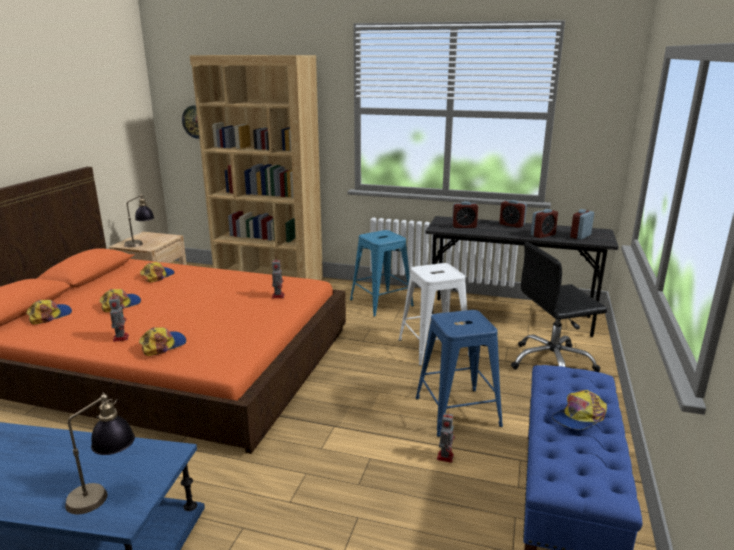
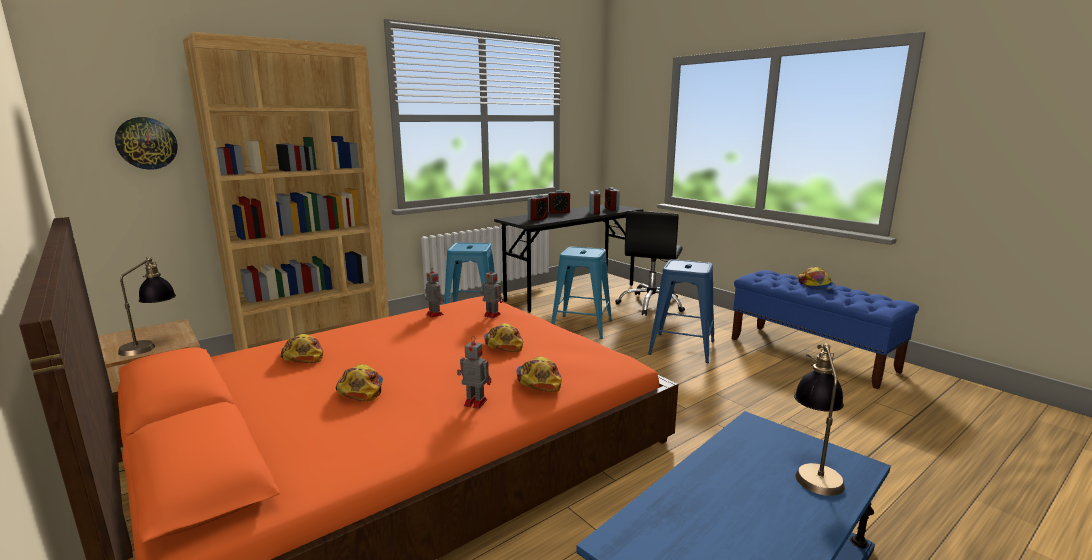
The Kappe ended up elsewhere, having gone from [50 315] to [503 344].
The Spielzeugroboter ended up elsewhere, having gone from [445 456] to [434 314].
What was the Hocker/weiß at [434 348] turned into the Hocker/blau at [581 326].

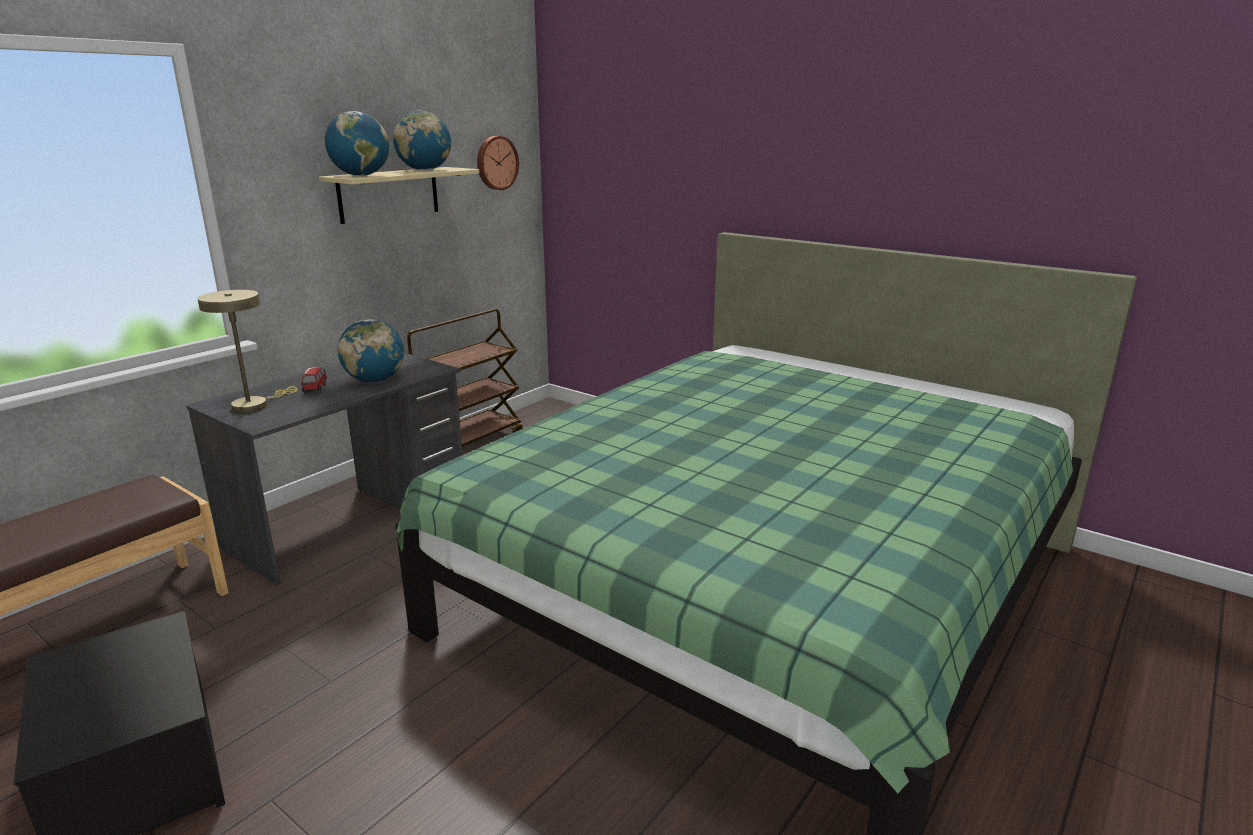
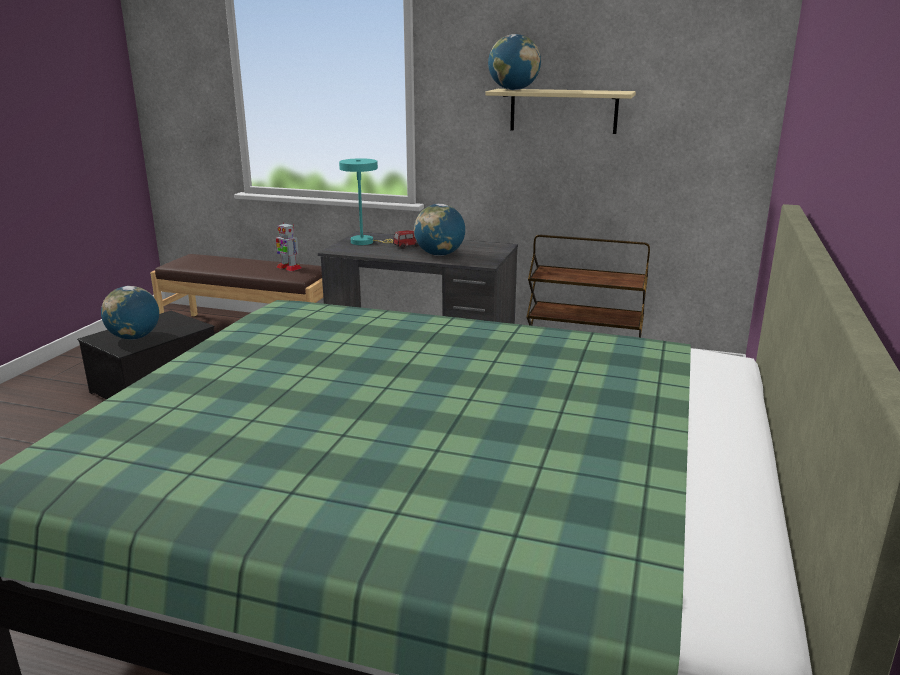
The second view lost the Wanduhr at [496 163].
The second view gained the Spielzeugroboter at [288 267].
The Globus ended up elsewhere, having gone from [425 170] to [134 337].
What was the Tischlampe/beige at [254 405] turned into the Tischlampe/türkis at [366 242].

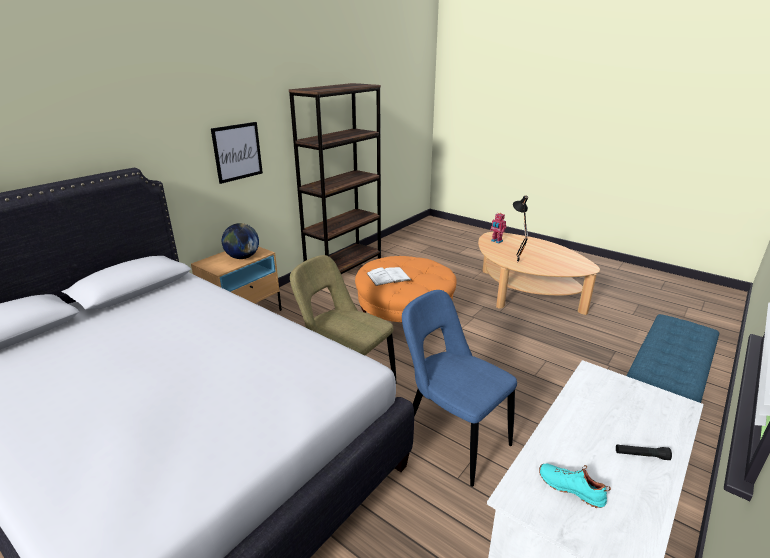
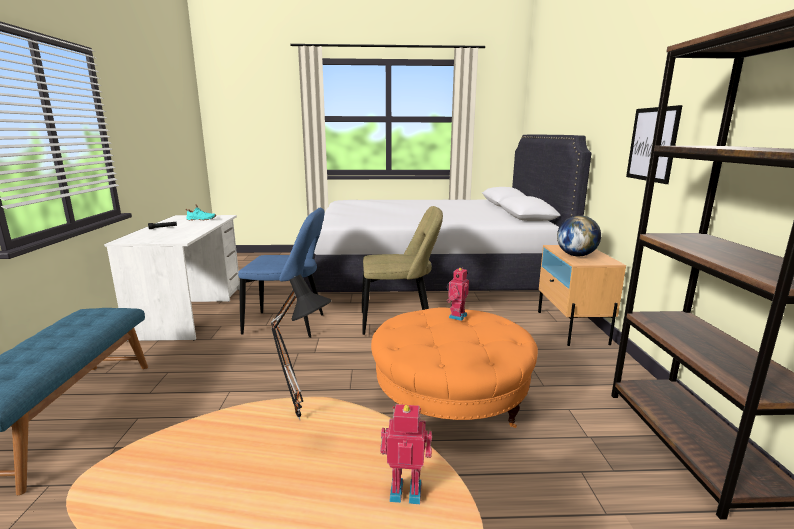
Where the Buch/weiß stood at [388 276], the Spielzeugroboter came to stand at [456 316].

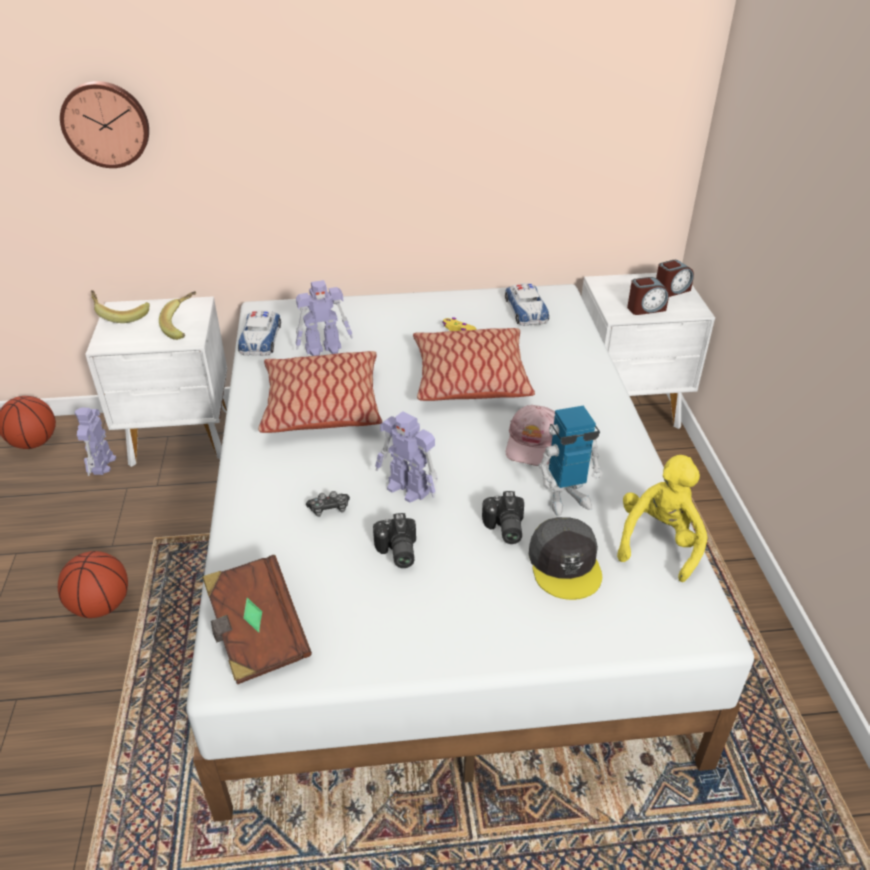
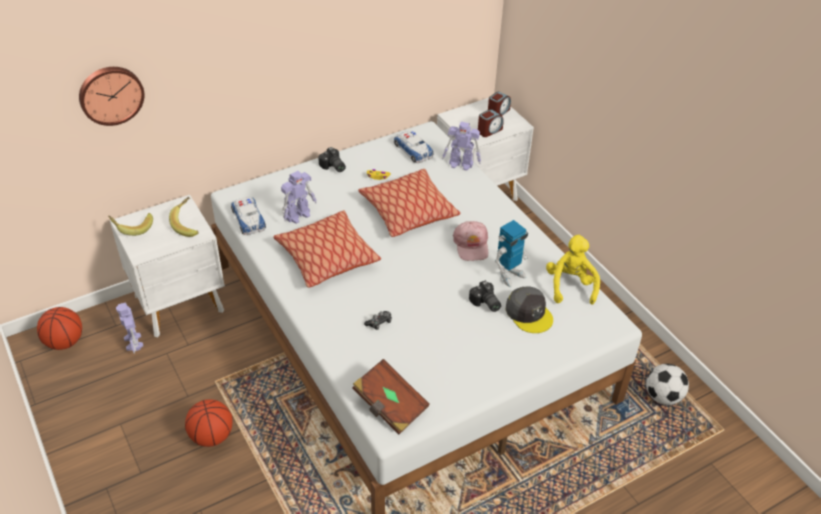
The second view gained the Fußball at [662 396].
The Kamera ended up elsewhere, having gone from [396 552] to [333 167].
The Spielzeugroboter ended up elsewhere, having gone from [408 489] to [461 164].

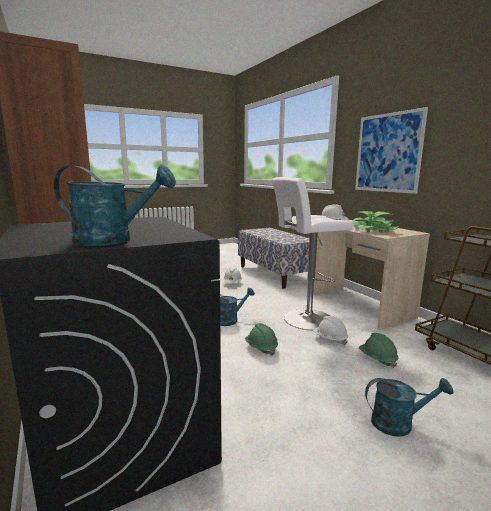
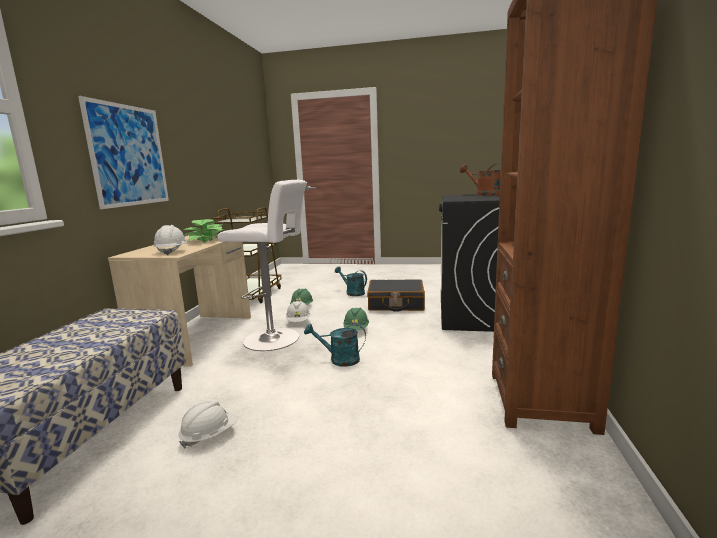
The second view gained the Koffer/schwarz at [396 304].
What was the Gießkanne/türkis at [113 240] turned into the Gießkanne/braun at [484 194].

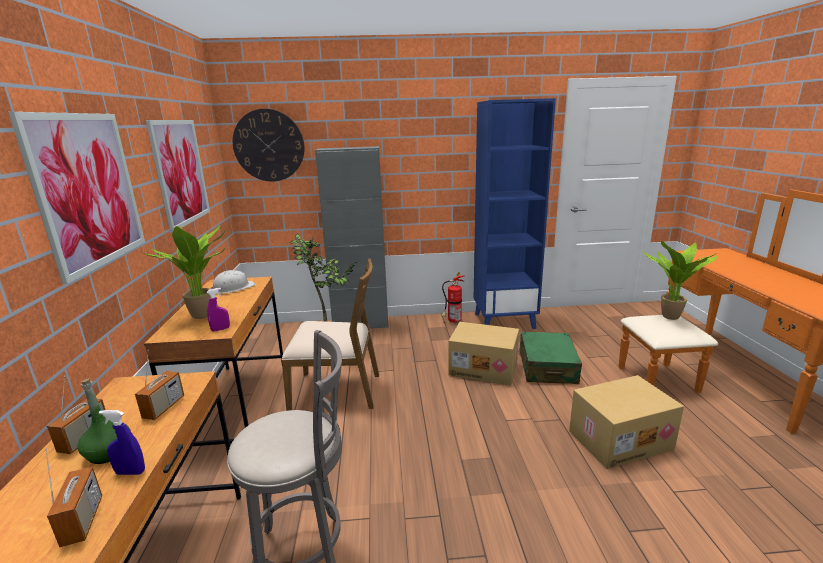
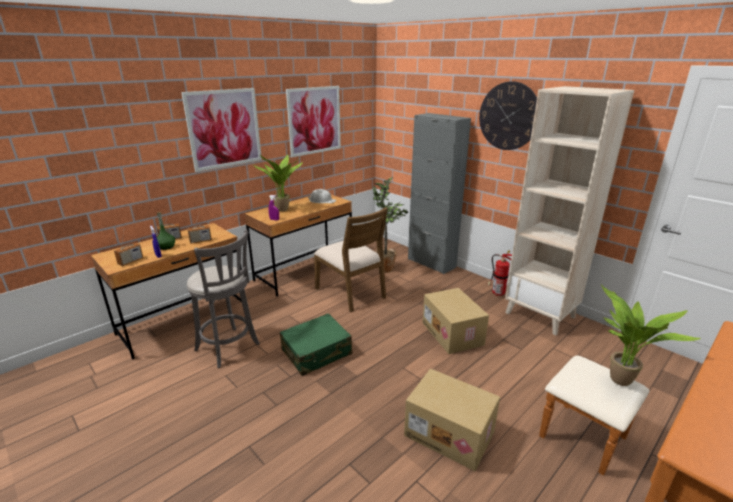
The Wanduhr ended up elsewhere, having gone from [269 145] to [508 116].
The Koffer/grün ended up elsewhere, having gone from [547 367] to [317 352].
What was the Bücherregal/blau at [504 321] turned into the Bücherregal/beige at [540 315].

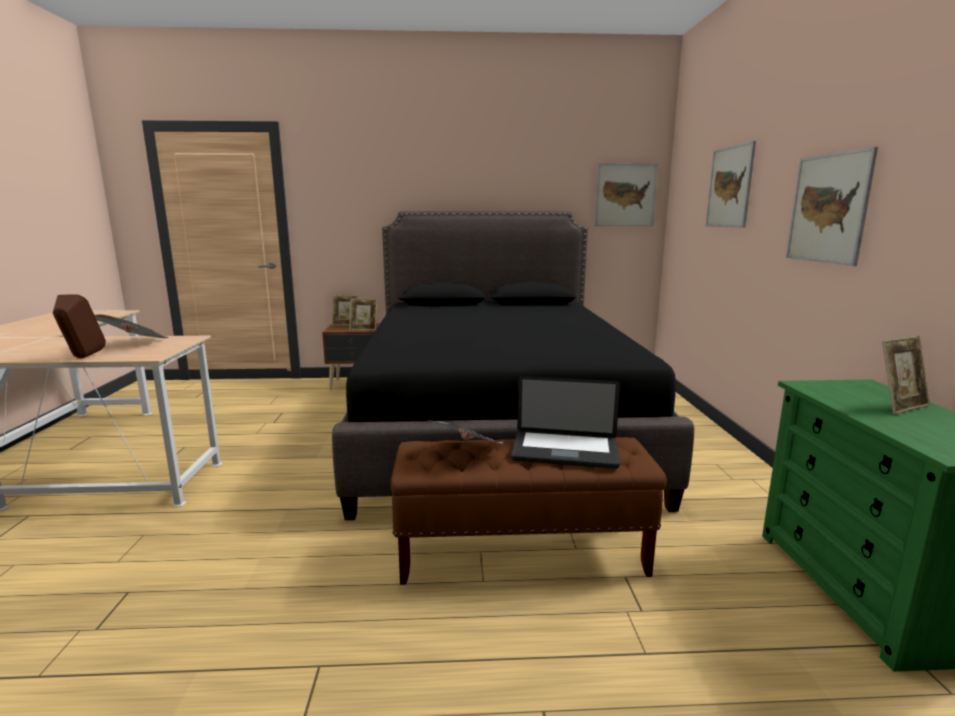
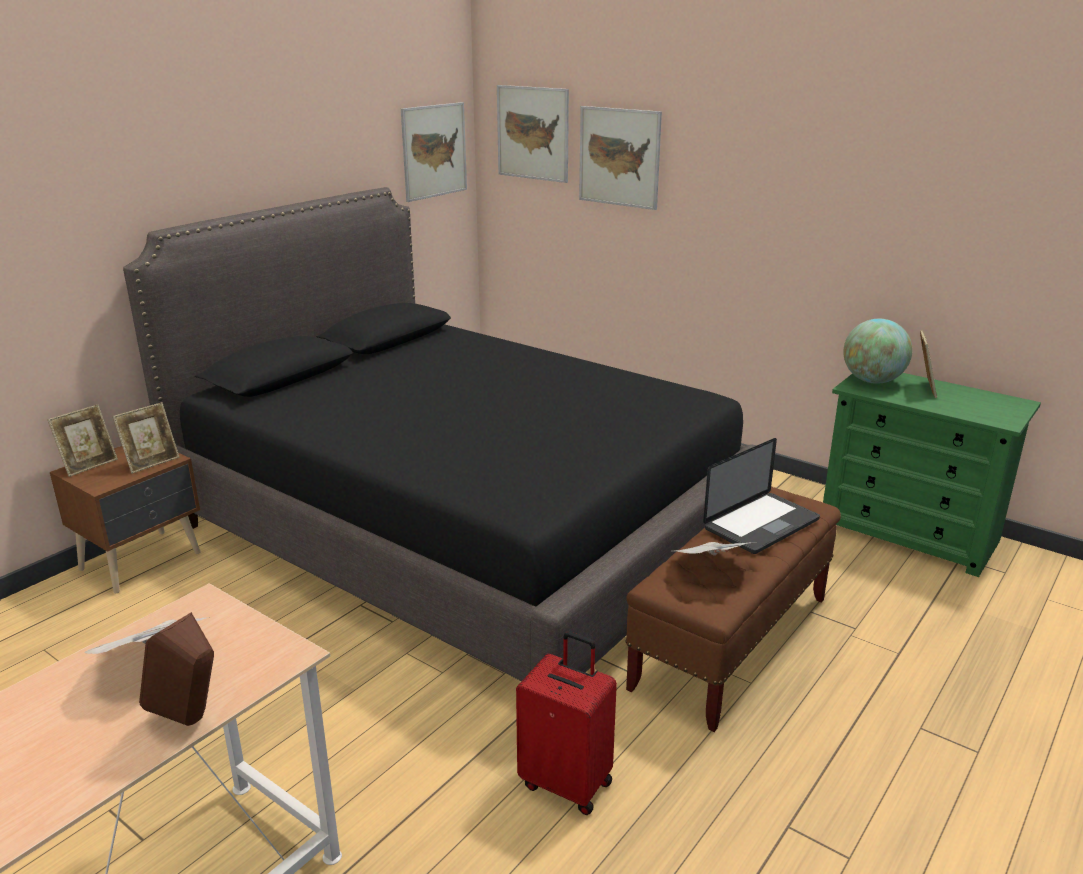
The second view gained the Koffer/rot at [567 783].
The second view gained the Globus at [872 381].
The Bild ended up elsewhere, having gone from [828 208] to [532 133].

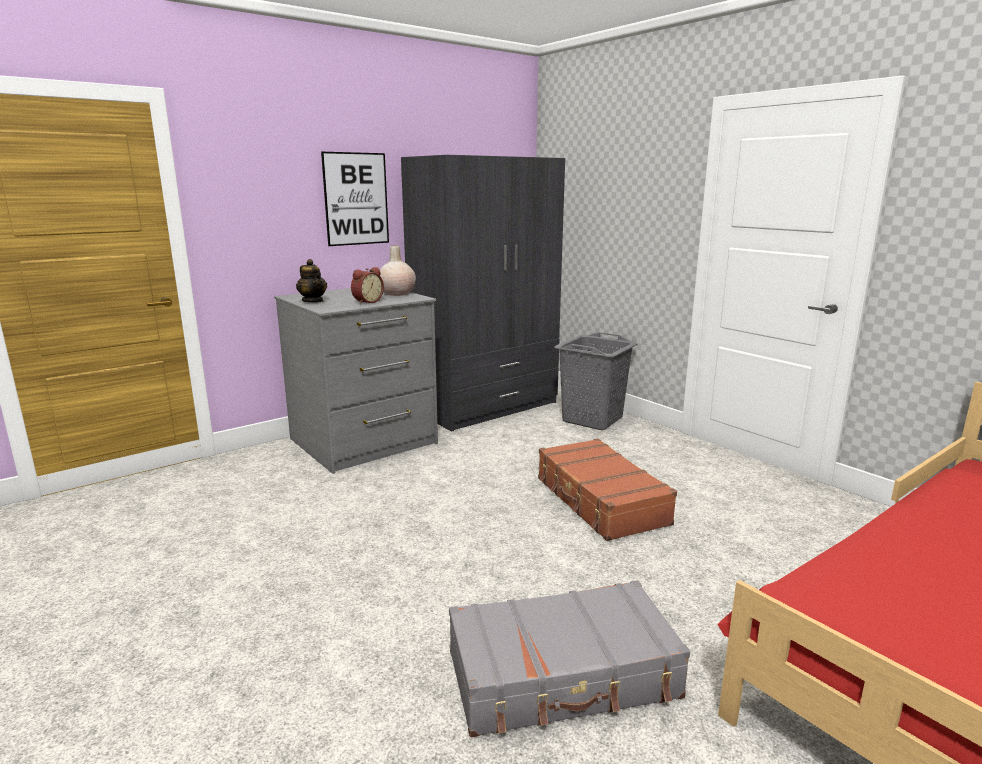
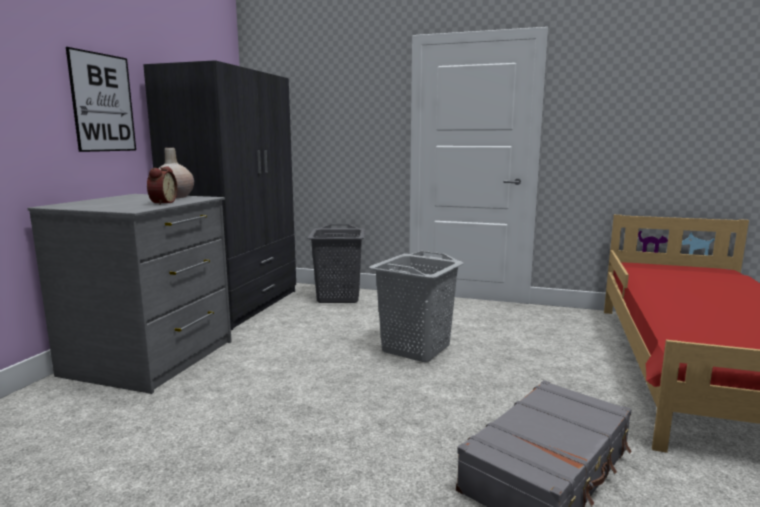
The second view lost the Teekanne at [313 301].
Where the Koffer/braun stood at [600 501], the Wäschekorb/grau came to stand at [416 348].

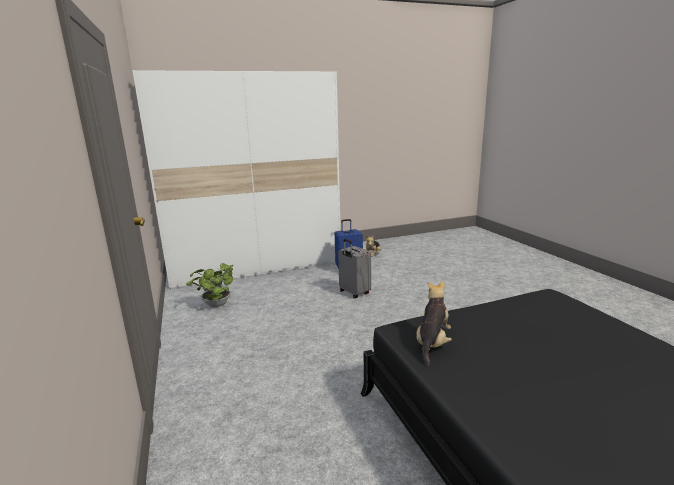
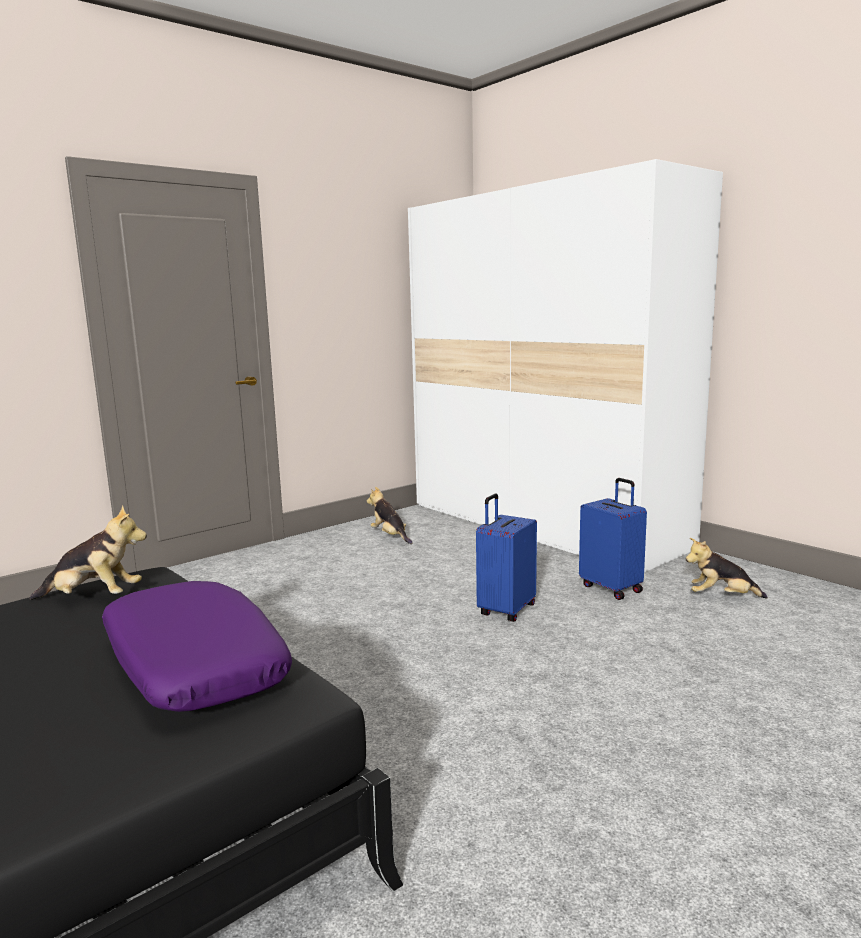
The second view gained the Kissen/lila at [192 664].
Where the Topfpflanze stood at [215 305], the Plüschtier came to stand at [390 536].
What was the Koffer/grau at [354 293] turned into the Koffer/blau at [505 610].

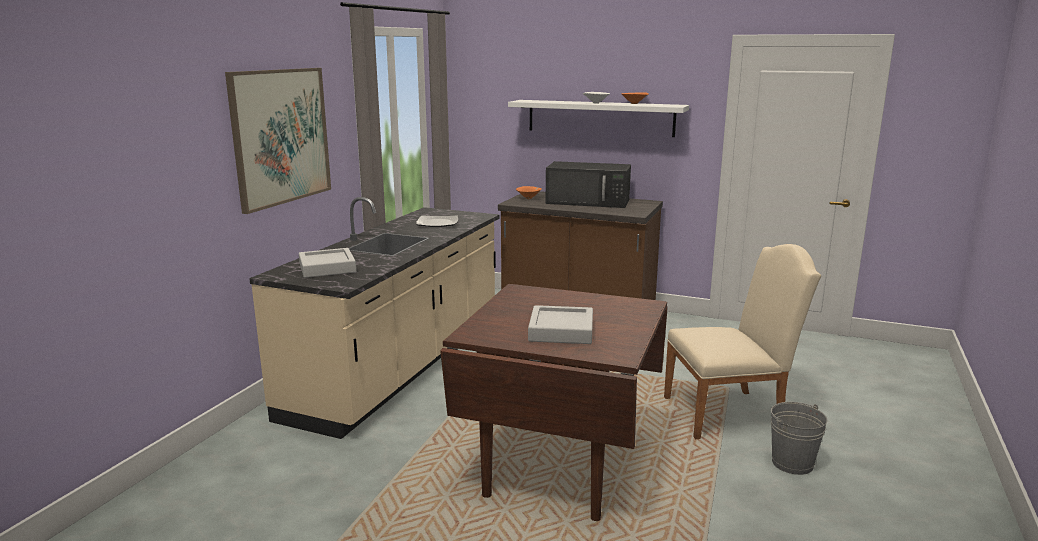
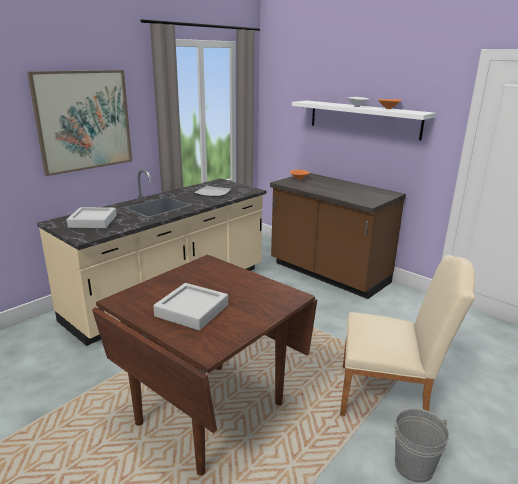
The second view lost the Mikrowelle/schwarz at [589 201].

